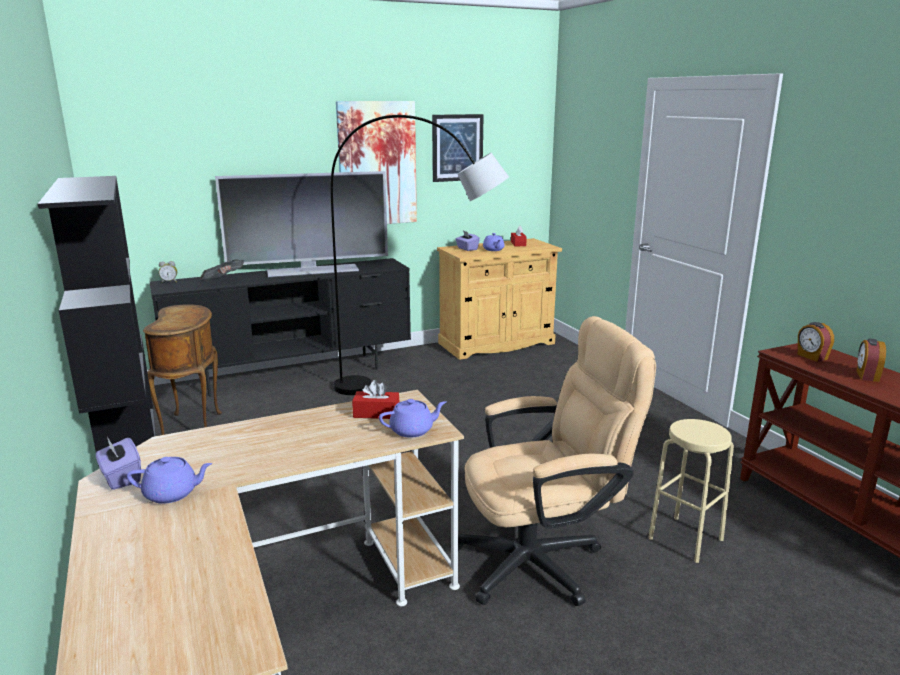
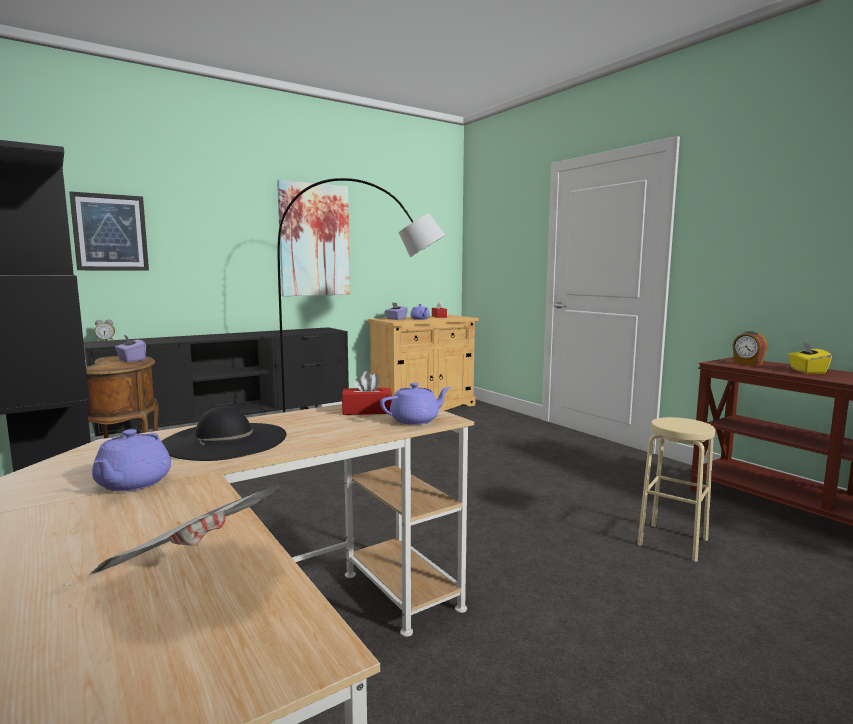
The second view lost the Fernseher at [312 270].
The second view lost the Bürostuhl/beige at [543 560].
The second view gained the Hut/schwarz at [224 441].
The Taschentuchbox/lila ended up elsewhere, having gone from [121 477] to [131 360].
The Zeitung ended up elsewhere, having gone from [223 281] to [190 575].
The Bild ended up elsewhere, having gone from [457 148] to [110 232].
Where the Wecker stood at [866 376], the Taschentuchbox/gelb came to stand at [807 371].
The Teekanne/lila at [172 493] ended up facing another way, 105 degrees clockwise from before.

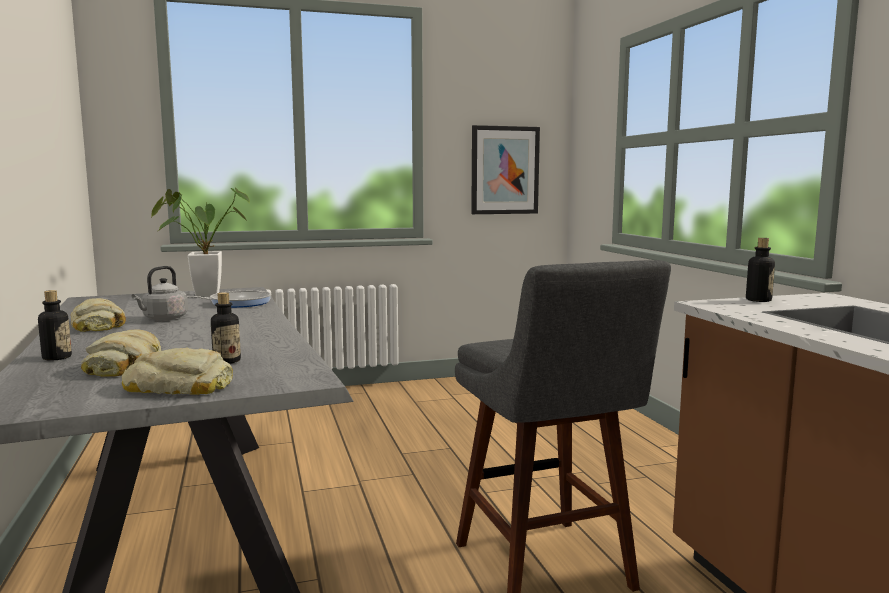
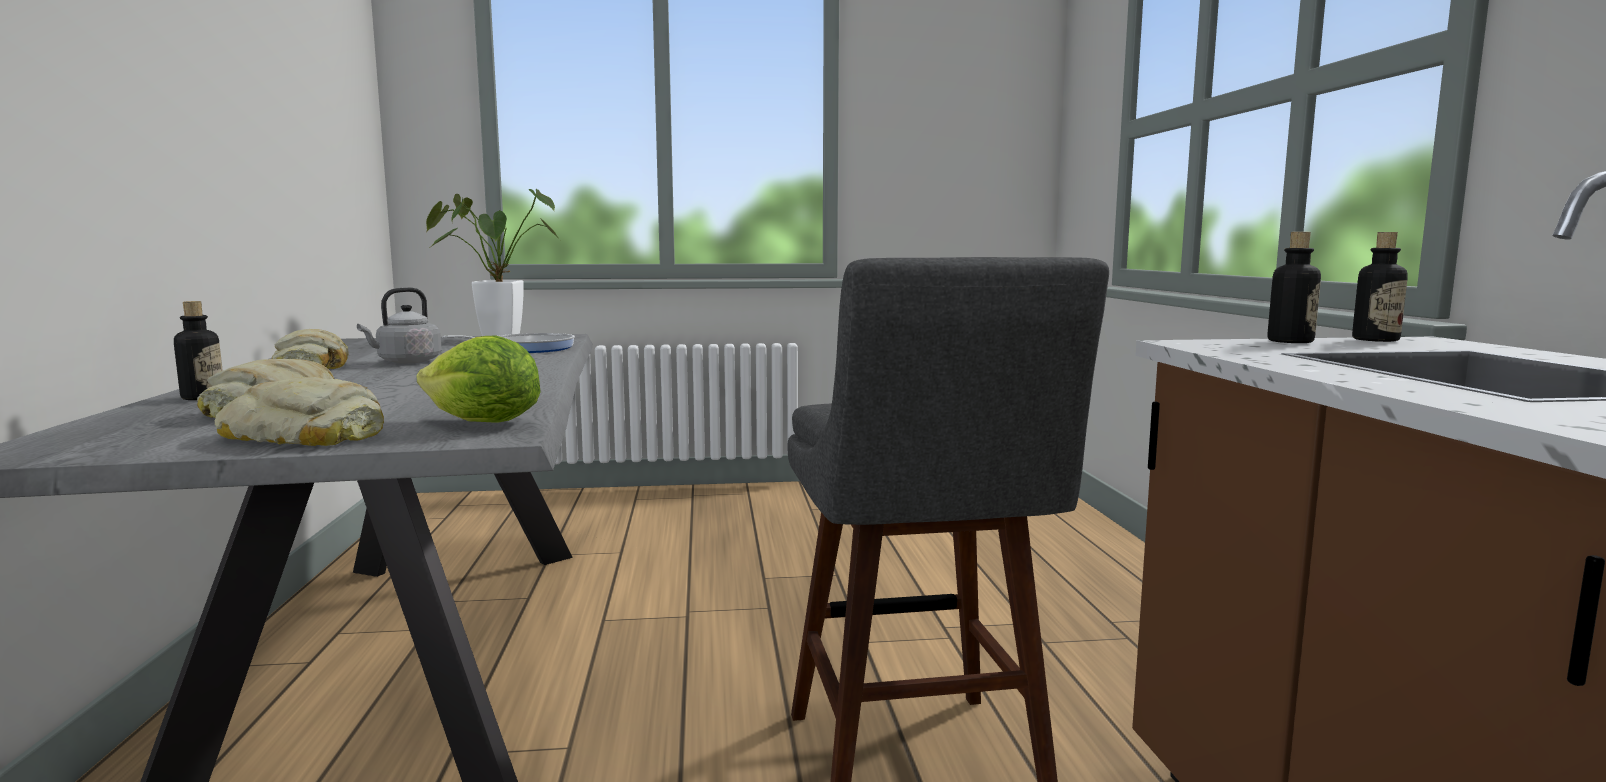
The second view lost the Bild at [504 170].
The second view gained the Salatkopf at [483 423].
The Flasche ended up elsewhere, having gone from [227 361] to [1375 340].

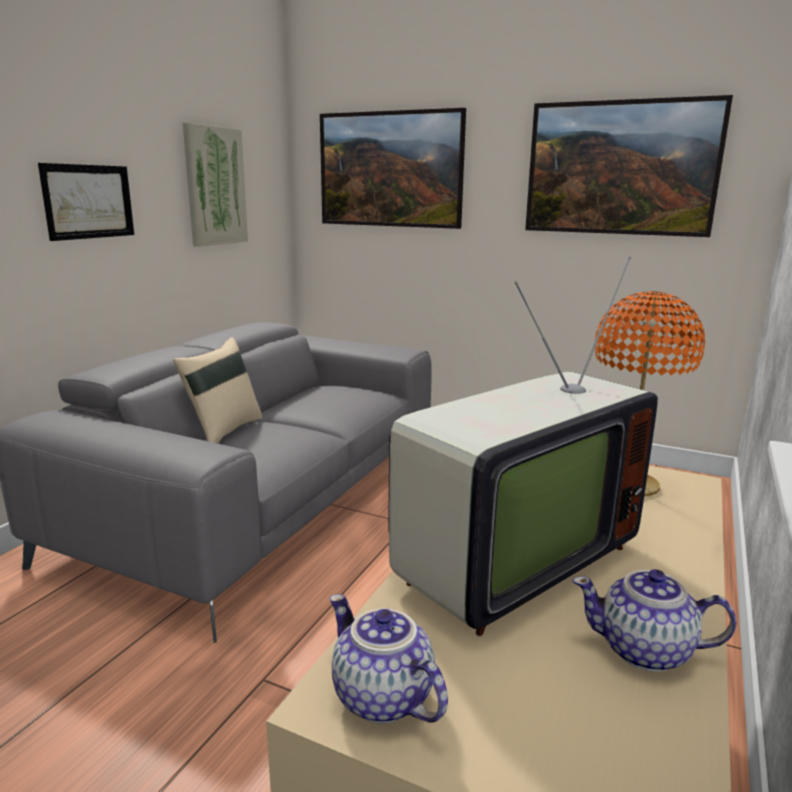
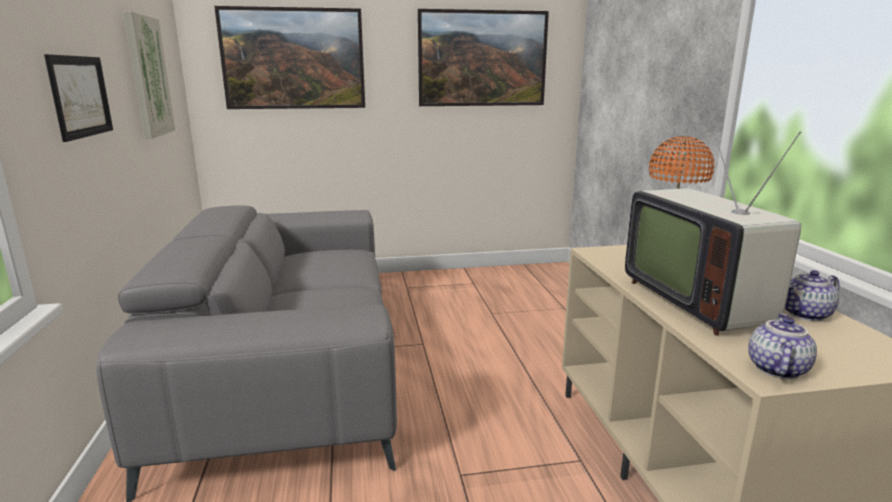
The second view lost the Kissen/beige at [223 431].
The Teekanne at [380 698] ended up facing another way, 105 degrees clockwise from before.
The Fernseher at [506 561] ended up facing another way, 150 degrees clockwise from before.

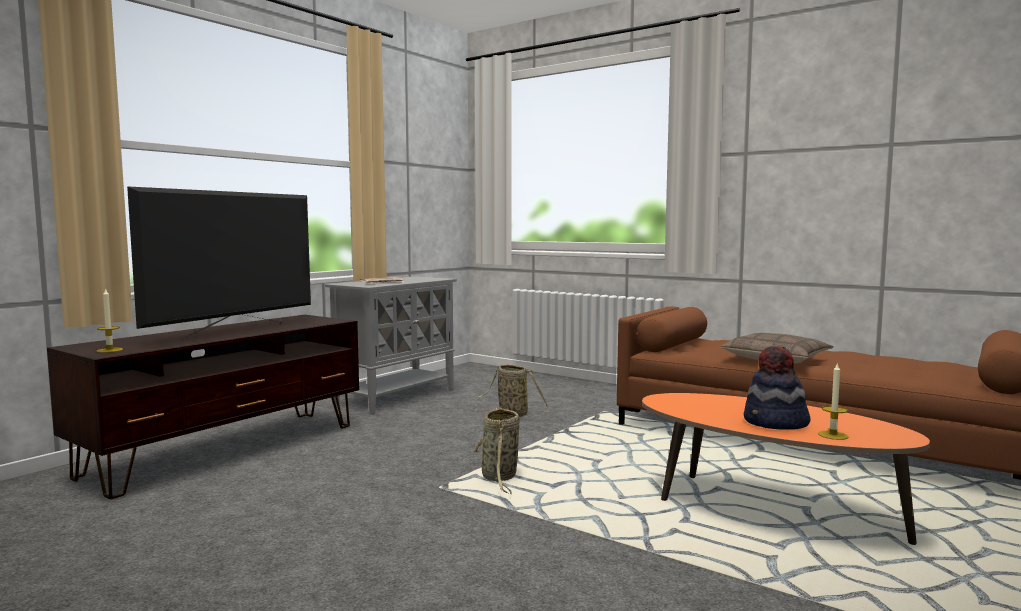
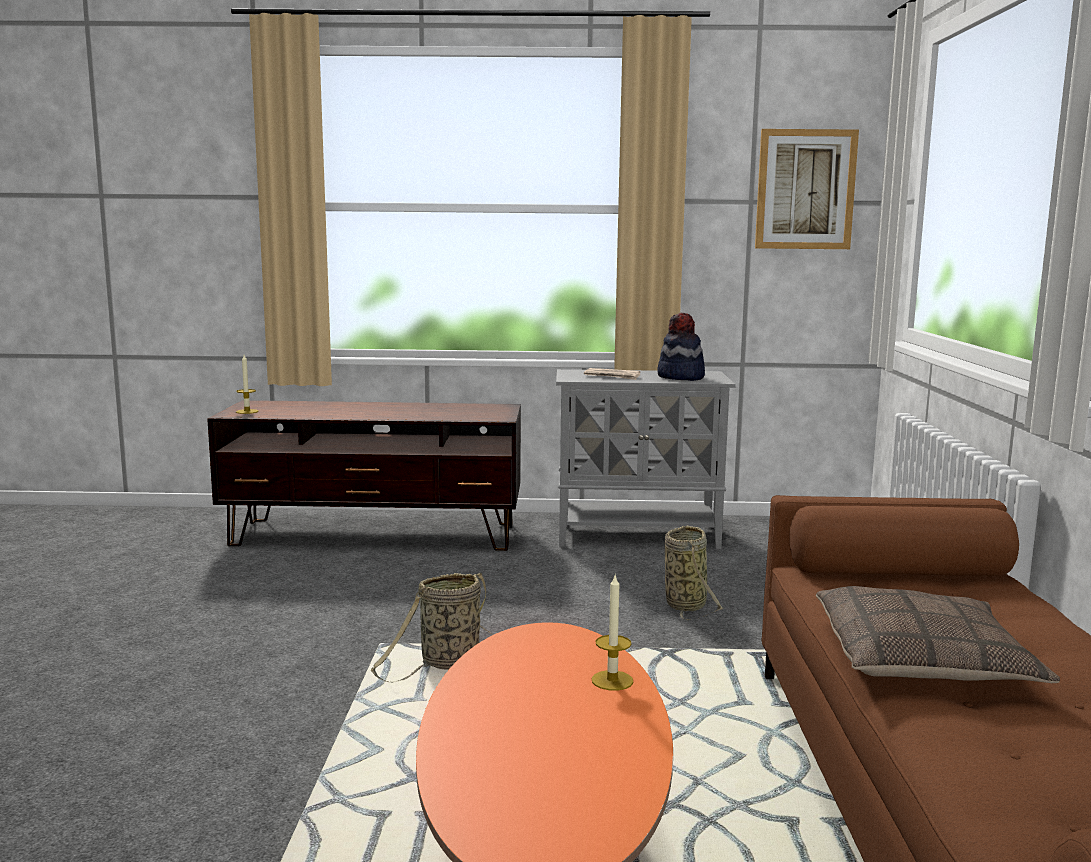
The second view lost the Fernseher at [234 331].
The second view gained the Bild at [805 189].
The Hut ended up elsewhere, having gone from [775 423] to [680 377].
The Kerze ended up elsewhere, having gone from [833 435] to [612 680].

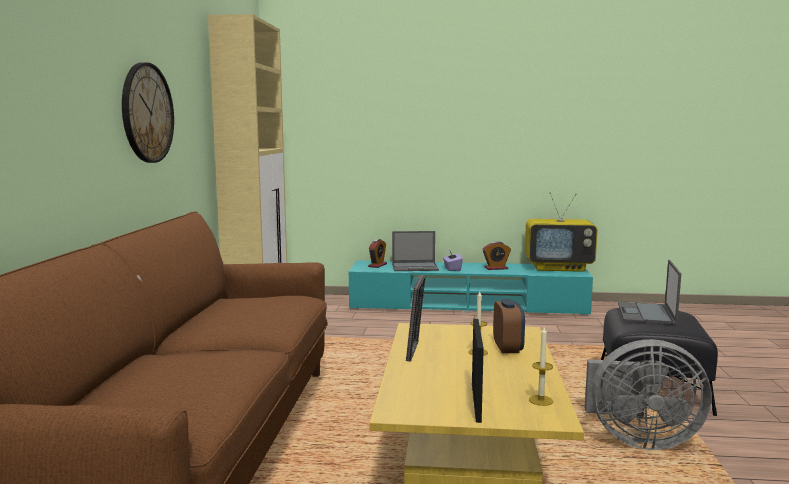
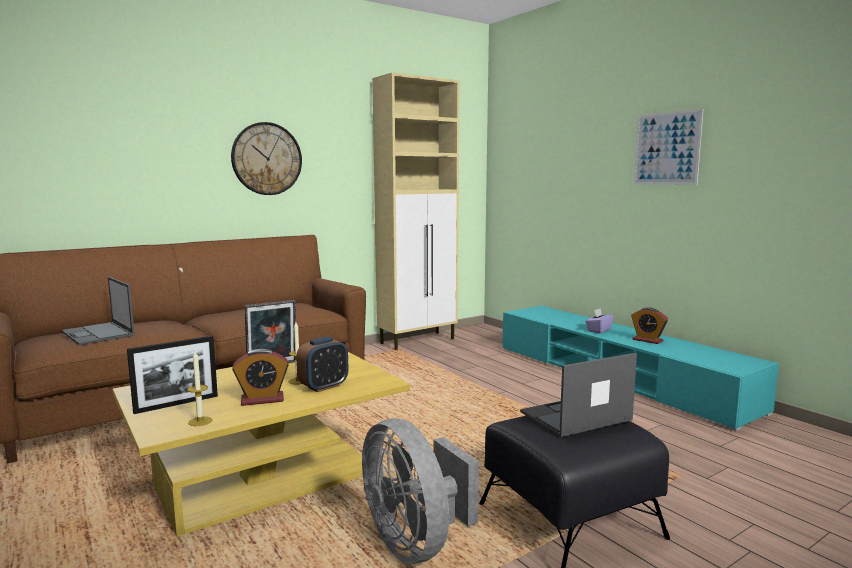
The second view lost the Fernseher at [559 268].
The second view gained the Bild at [666 148].
The Wecker ended up elsewhere, having gone from [377 265] to [262 400].
The Laptop ended up elsewhere, having gone from [415 267] to [98 334].

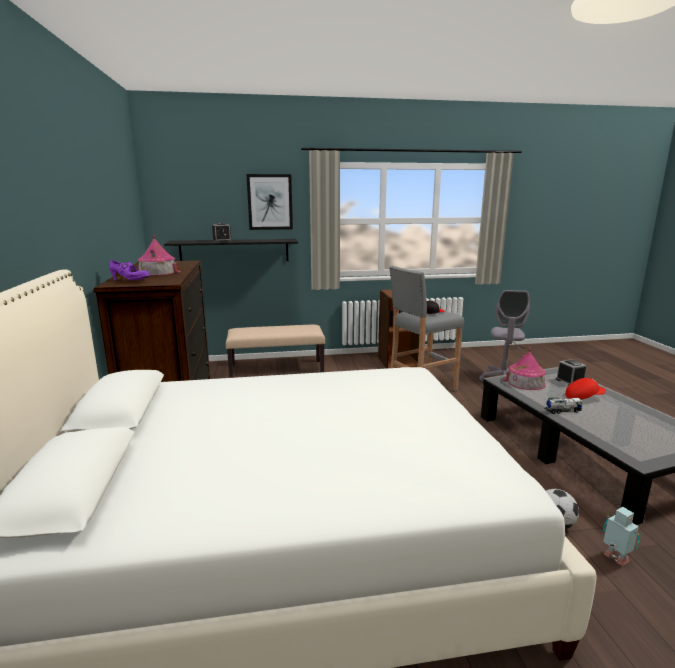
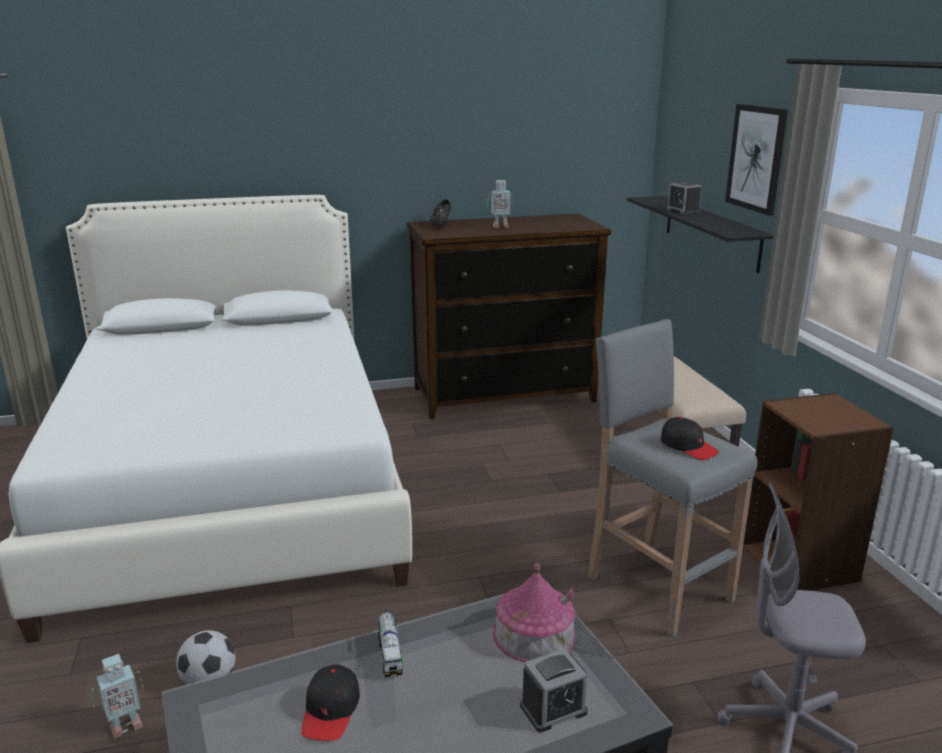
The second view lost the Kappe/rot at [583 397].
The second view gained the Kappe/schwarz at [331 710].
Where the Spielzeughaus stood at [158 272], the Spielzeugroboter came to stand at [500 226].
What was the Schuh/lila at [130 281] turned into the Schuh/schwarz at [441 225].

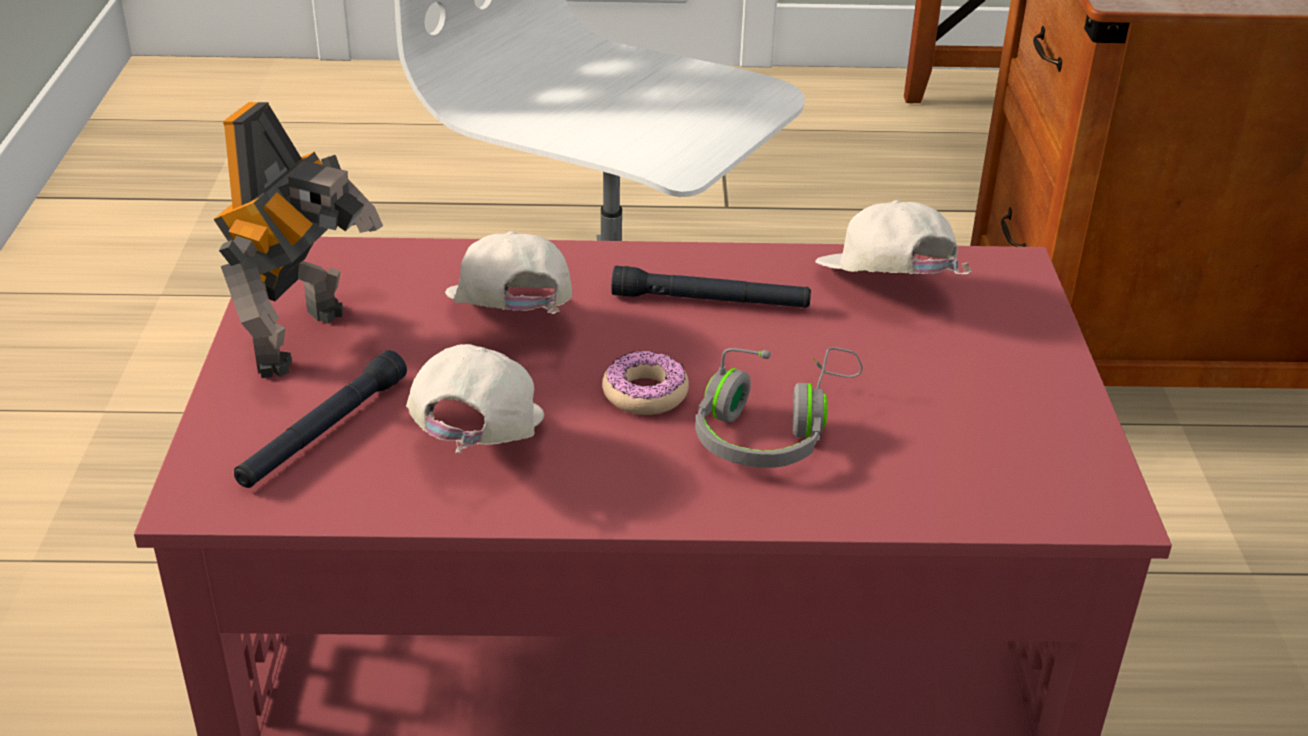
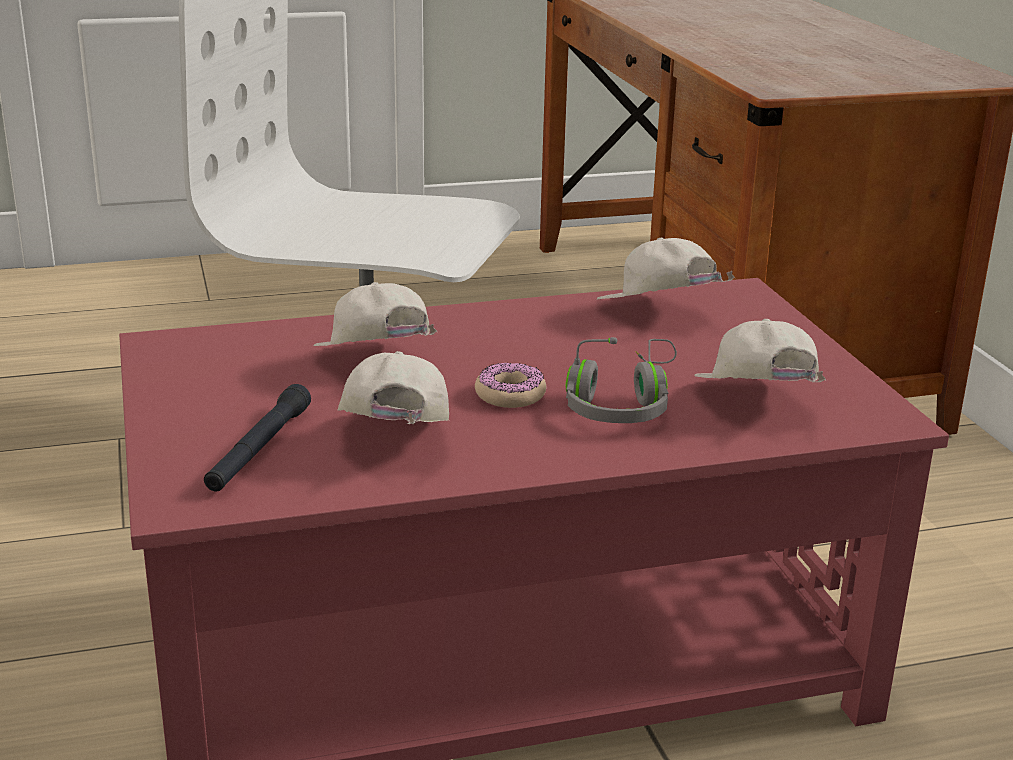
The second view lost the Spielzeugroboter at [307 341].
The second view lost the Taschenlampe/schwarz at [710 301].
The second view gained the Kappe/weiß at [755 406].

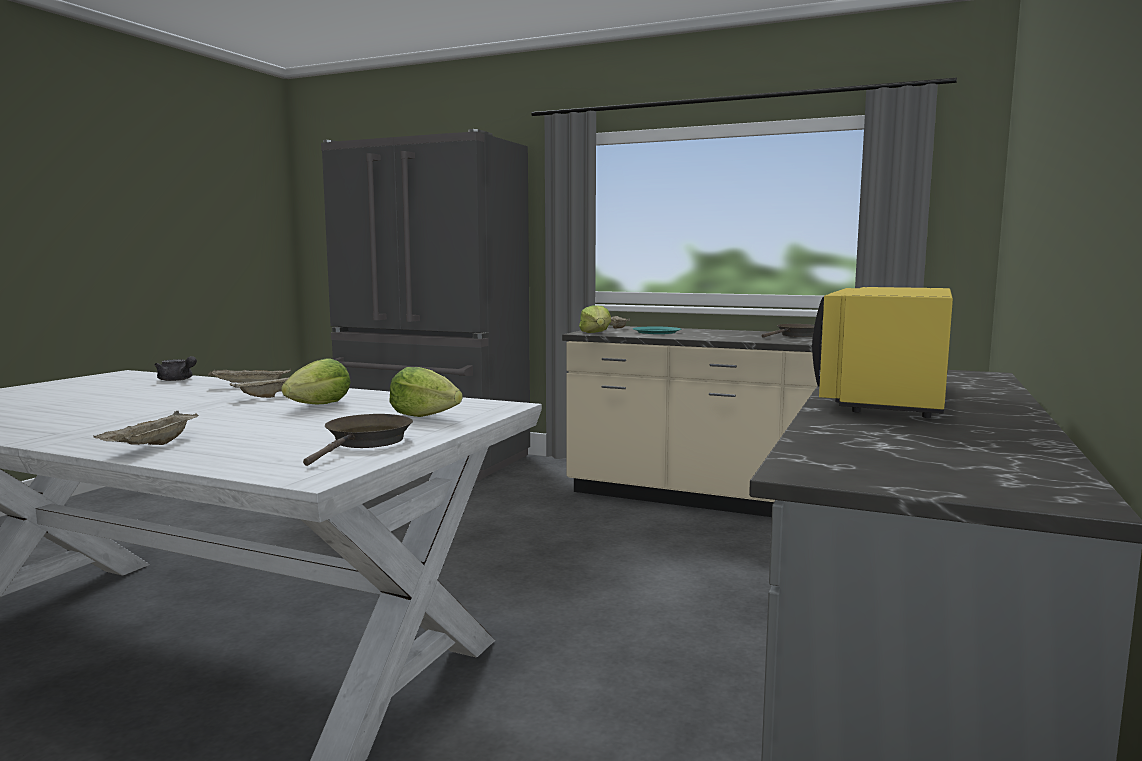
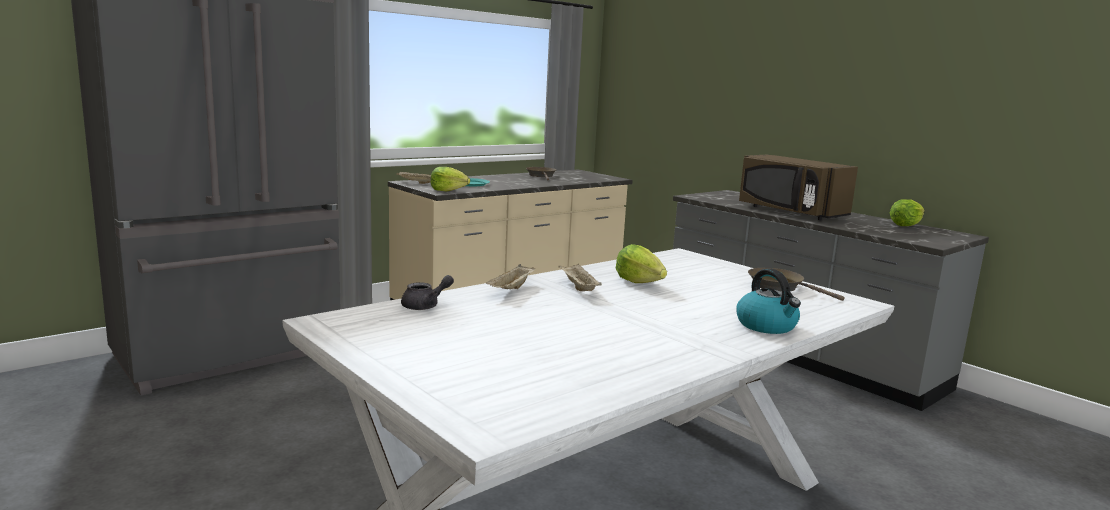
The Salatkopf ended up elsewhere, having gone from [424 416] to [905 225].
Where the Tablett/beige stood at [152 446], the Wasserkessel came to stand at [767 326].
What was the Mikrowelle/gelb at [884 398] turned into the Mikrowelle/braun at [789 212].

